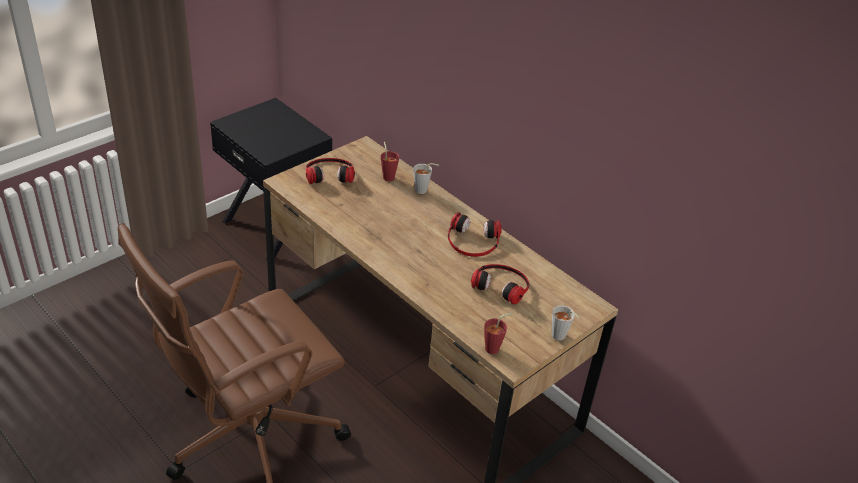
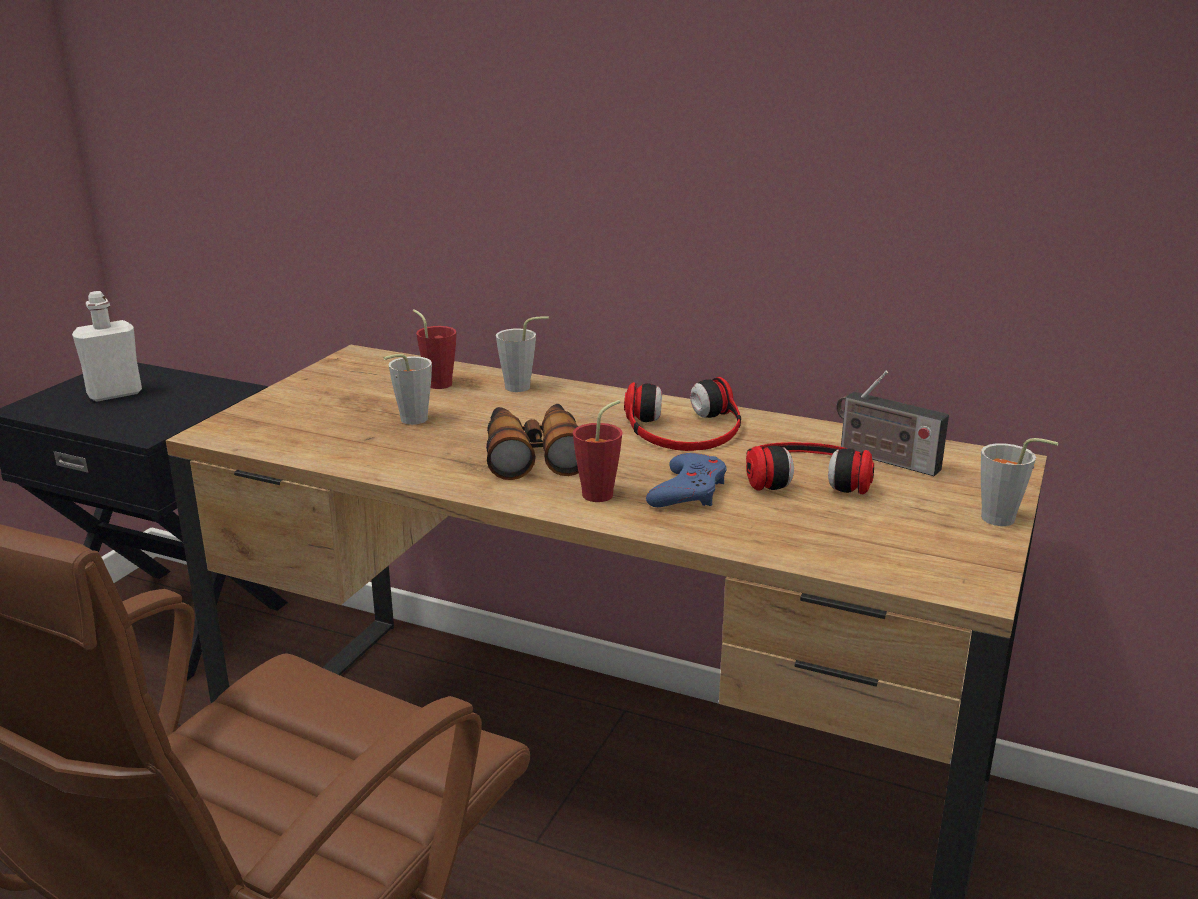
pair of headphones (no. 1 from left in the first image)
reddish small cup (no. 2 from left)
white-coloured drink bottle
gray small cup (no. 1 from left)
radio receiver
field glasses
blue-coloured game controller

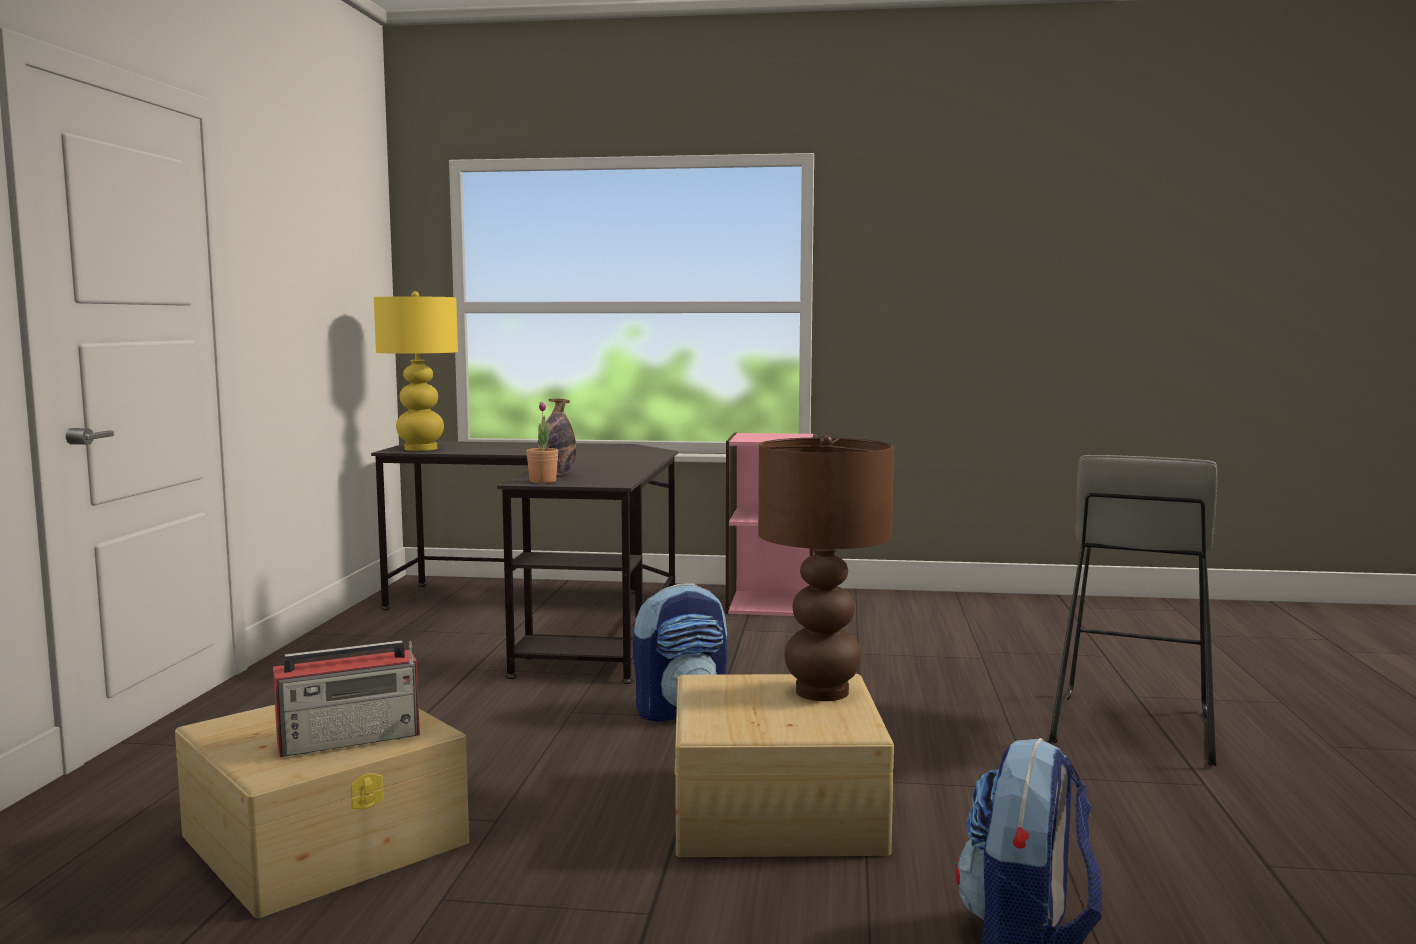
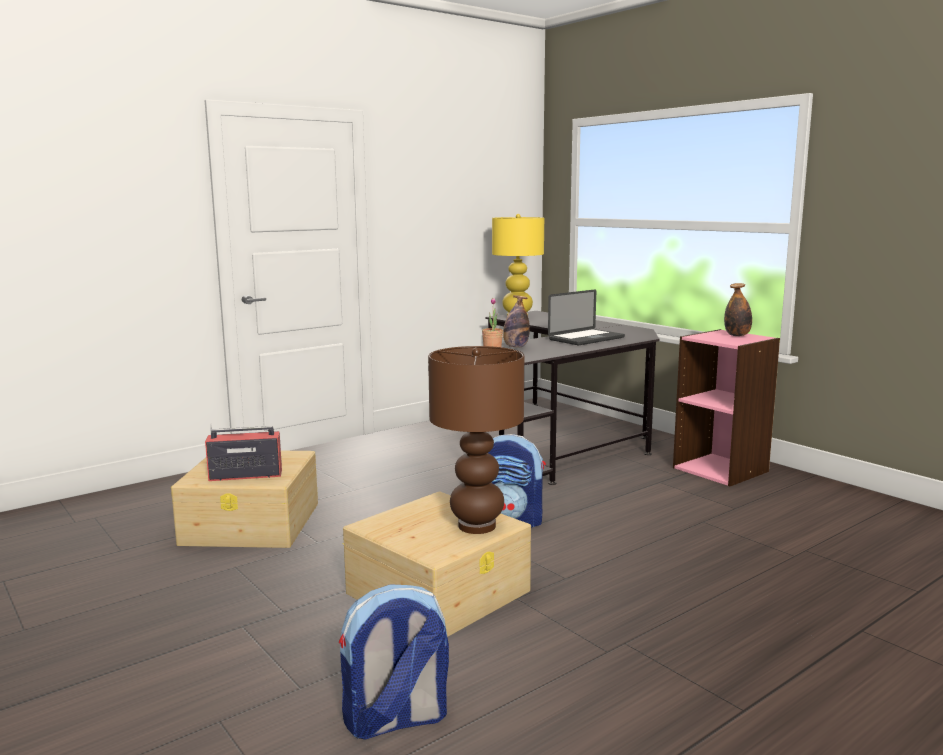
gray sitting stool
radio receiver
drink bottle (no. 2 from left)
laptop

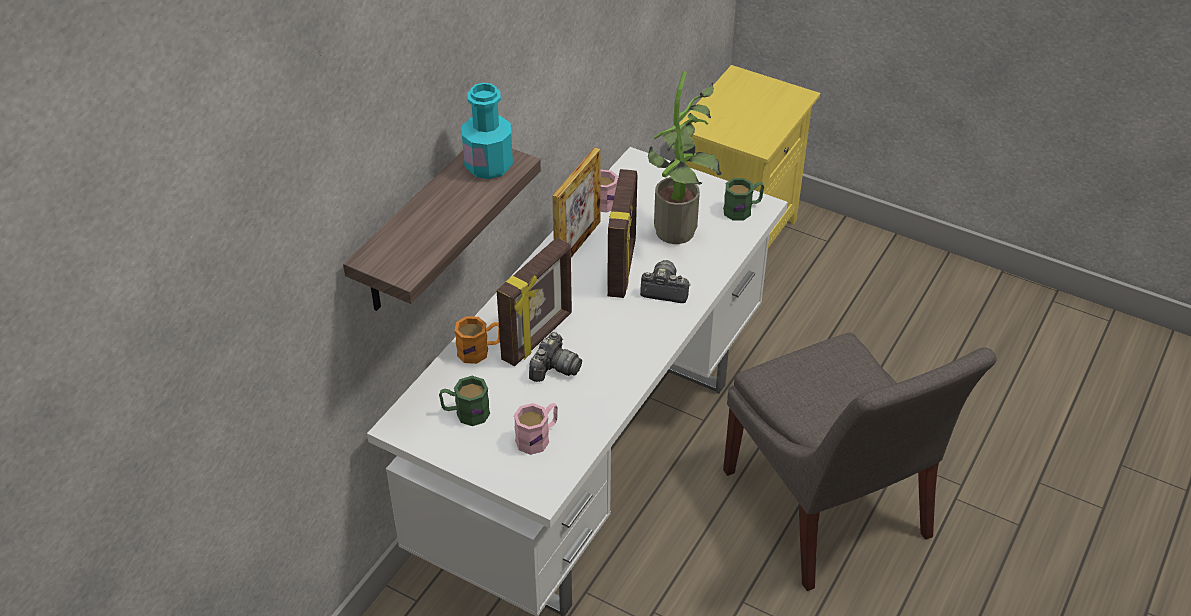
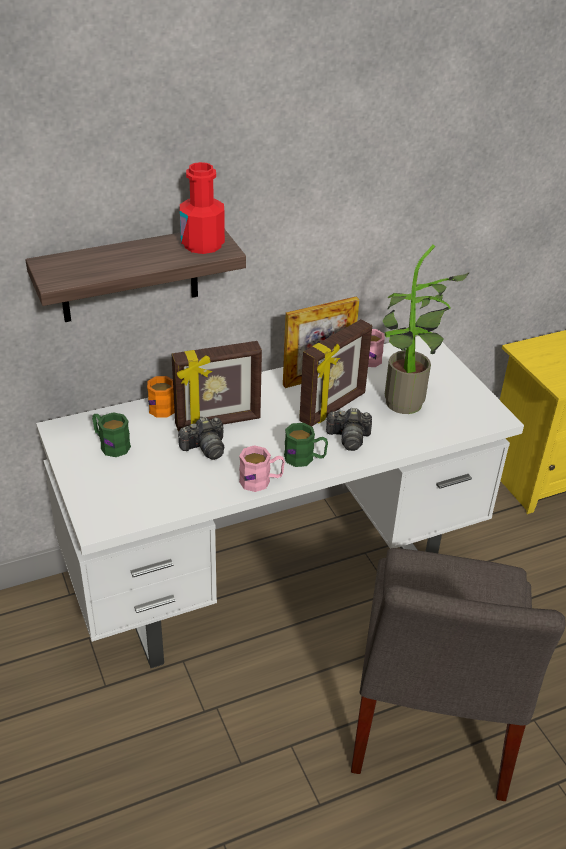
reddish drink bottle
green mug (no. 2 from left)
photo camera (no. 2 from left)
pink-coloured mug (no. 1 from left)

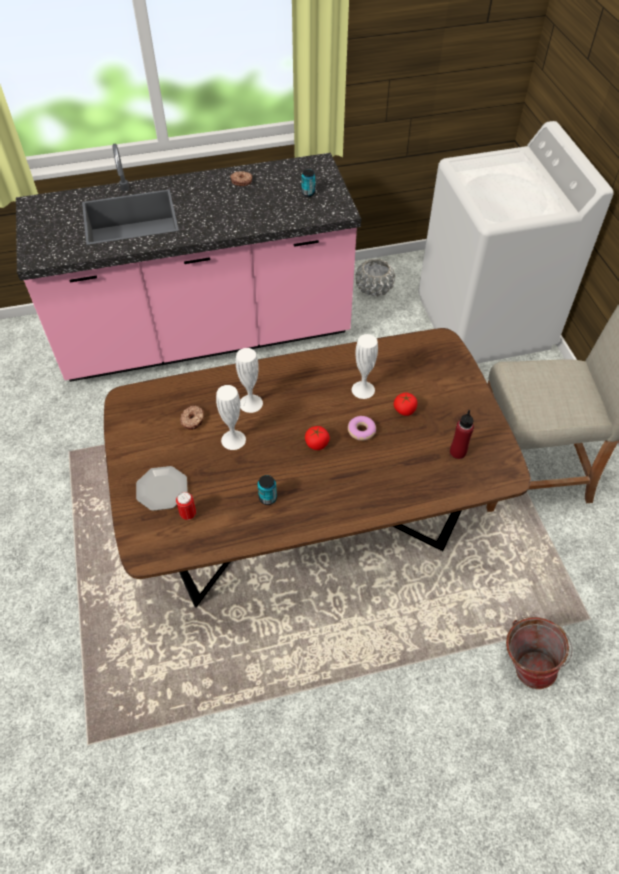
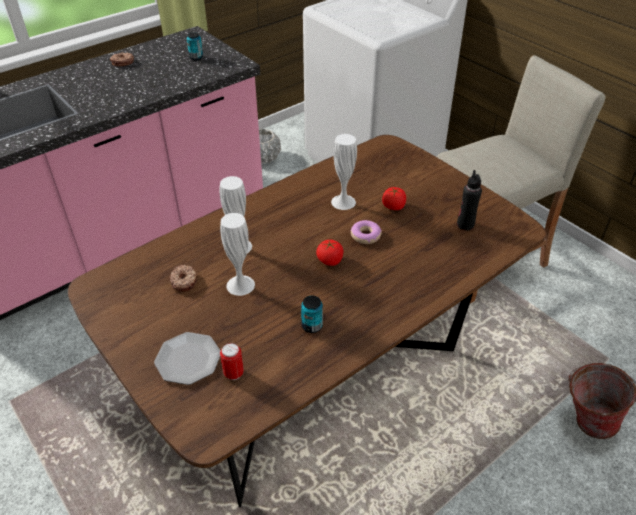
black-coloured drink bottle

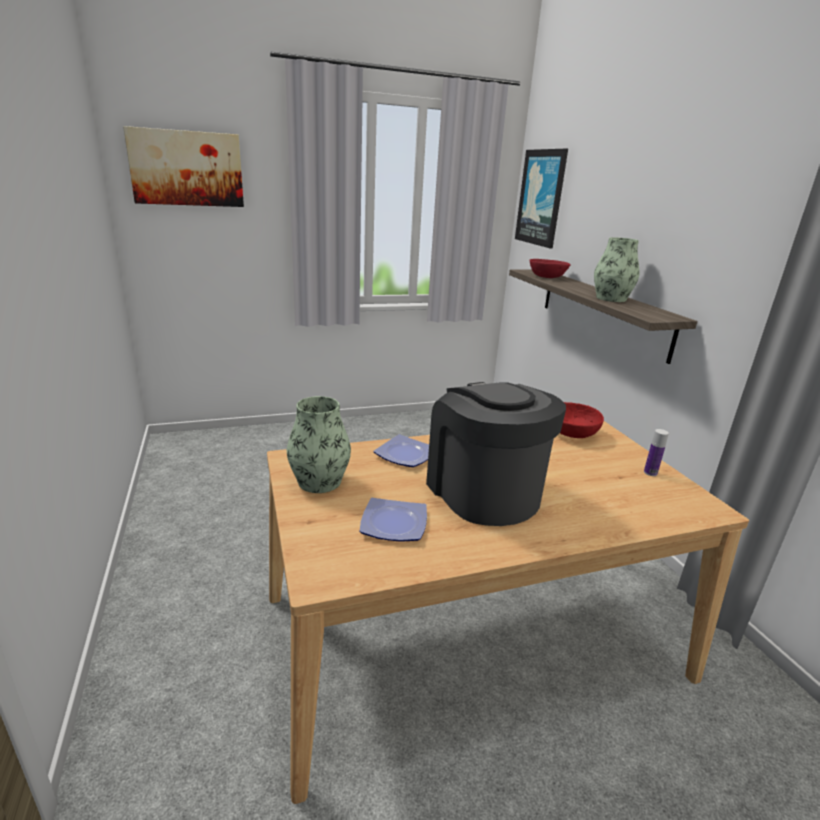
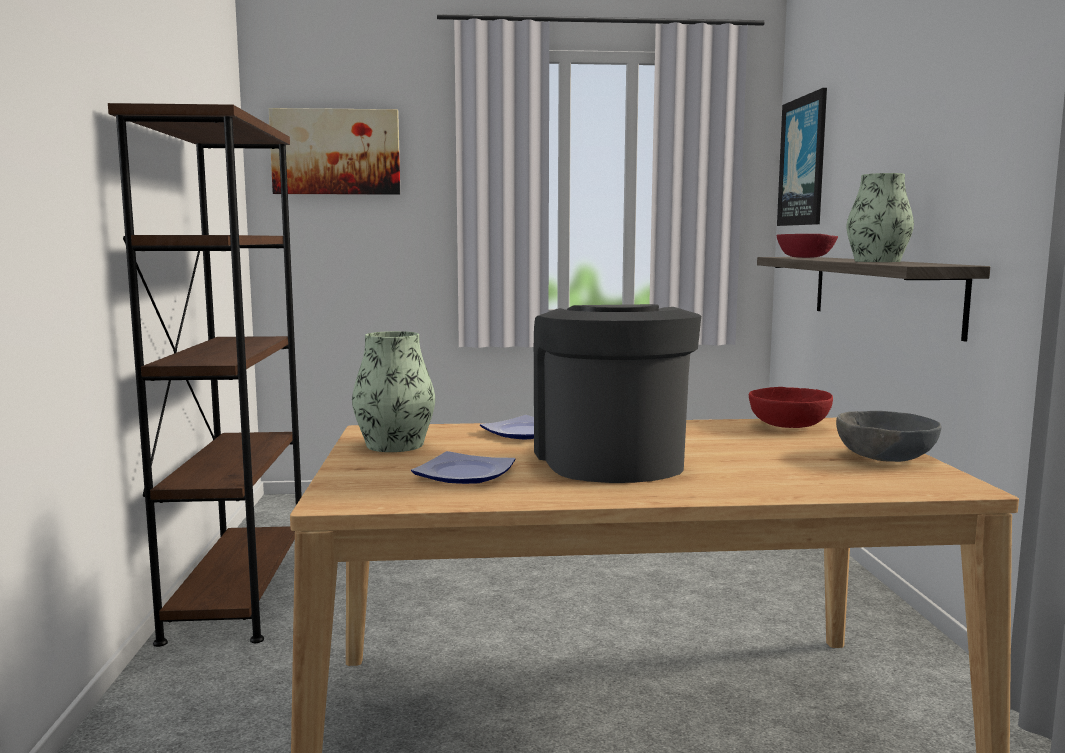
gray bowl
brown shelving unit

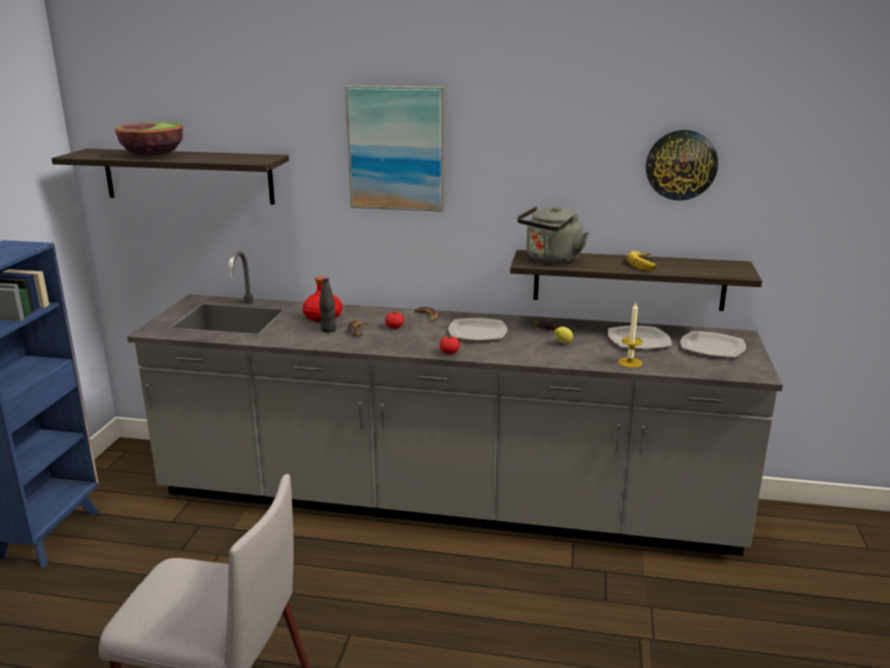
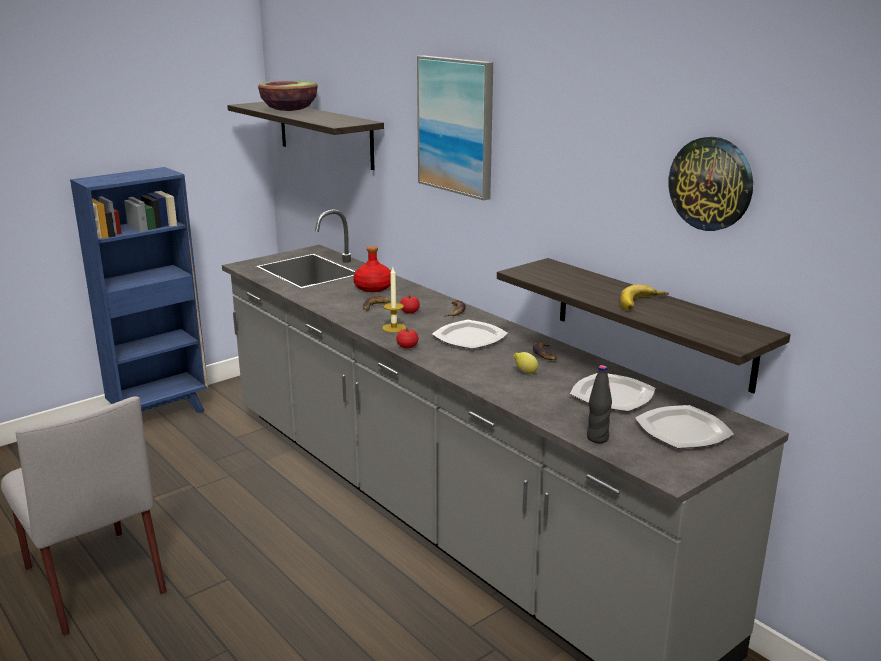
gray water kettle
black-coloured drink bottle
wax candle

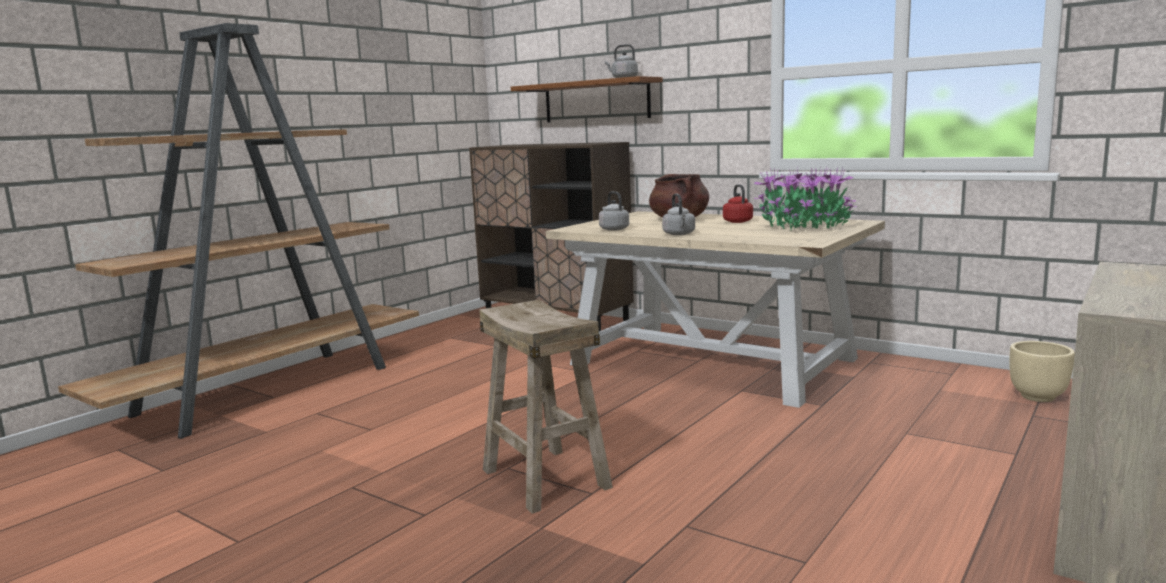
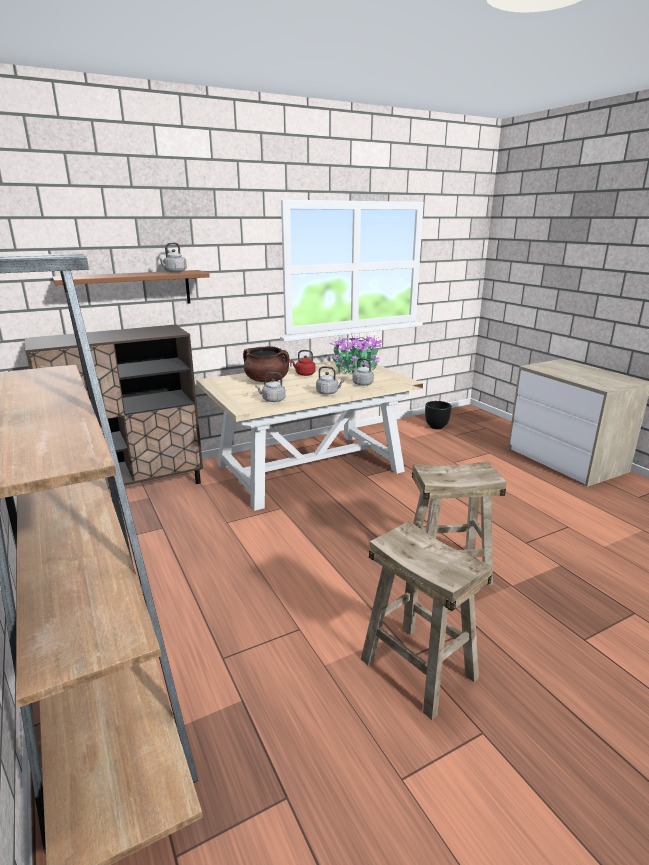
black-coloured plant pot
gray water kettle (no. 4 from left)
sand-coloured sitting stool (no. 1 from left)

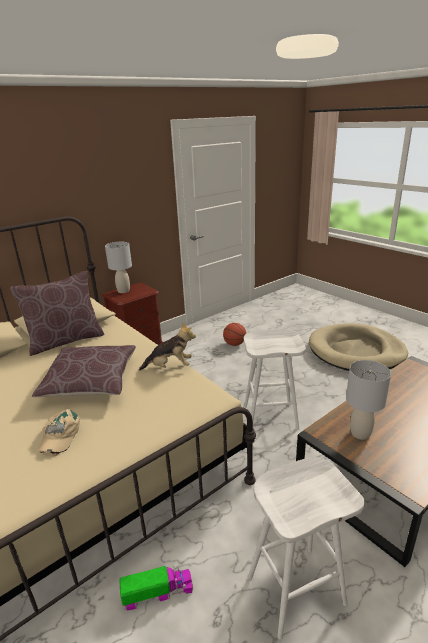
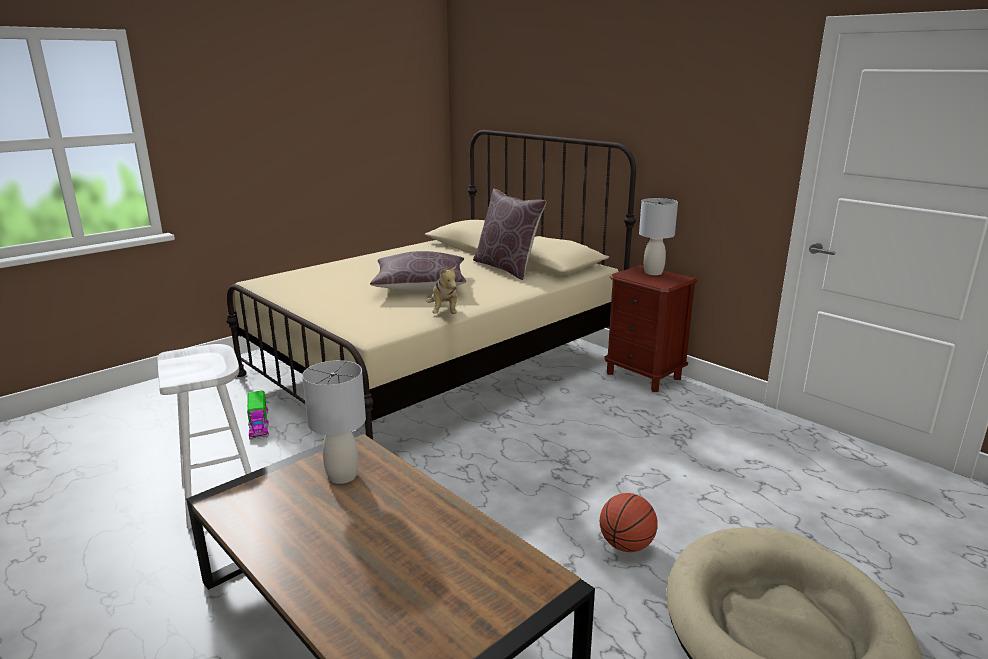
basketball ball
white-coloured sitting stool (no. 1 from left in the first image)
sand-coloured peaked cap

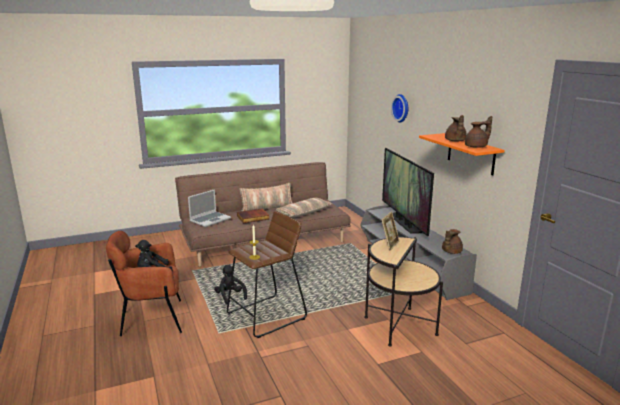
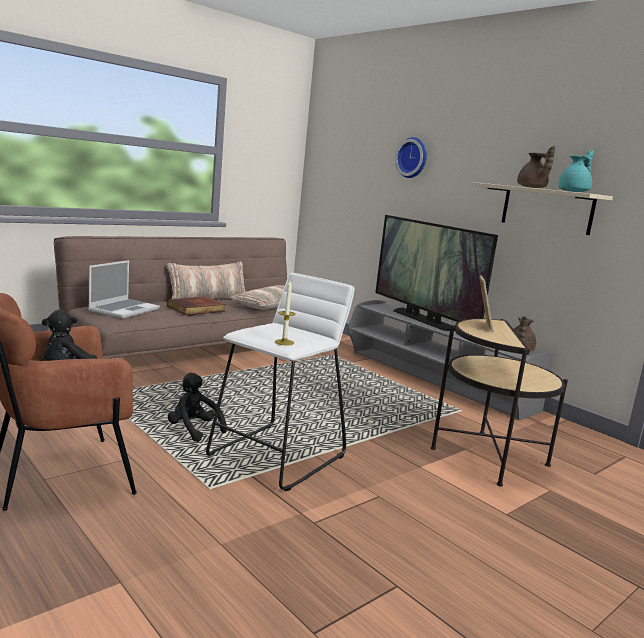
turquoise-coloured pot for tea
sand-coloured bracket shelf
white-coloured sitting stool

